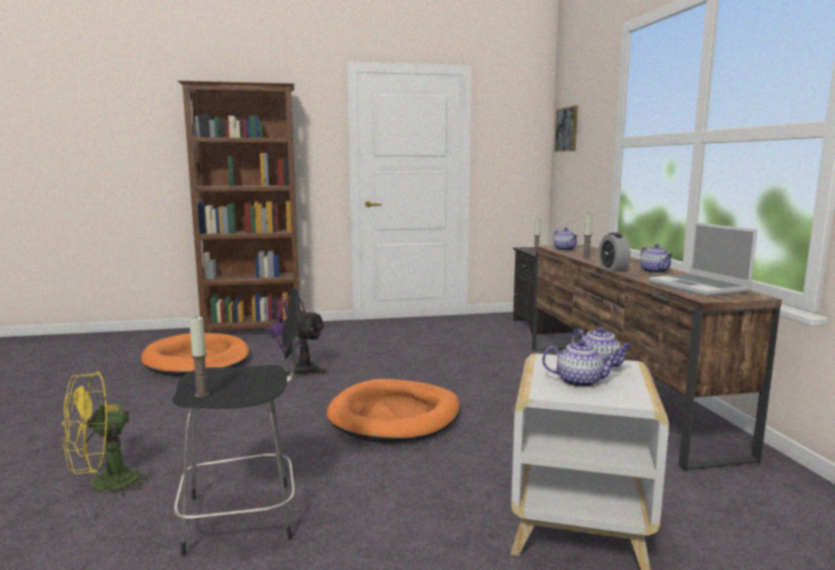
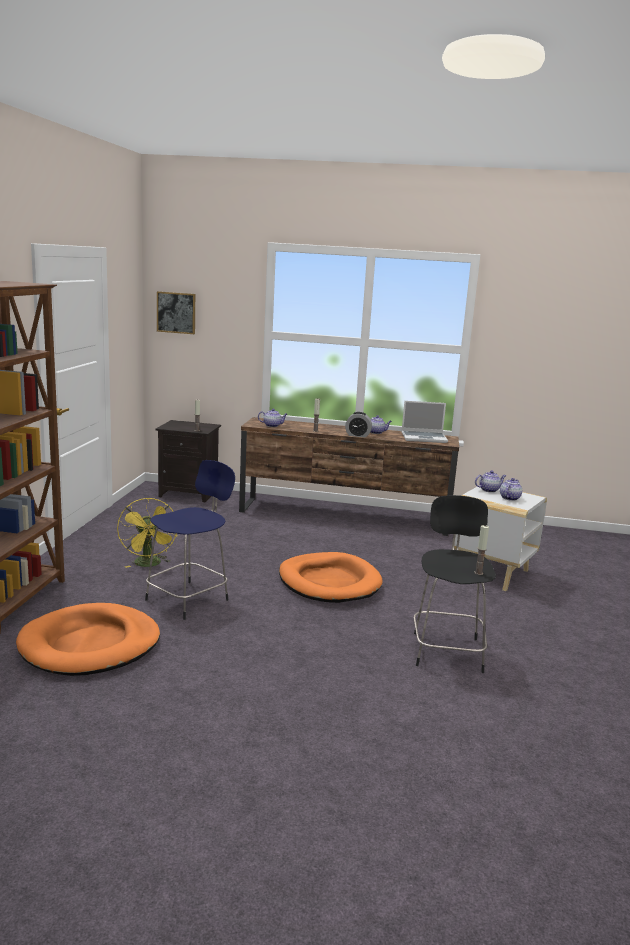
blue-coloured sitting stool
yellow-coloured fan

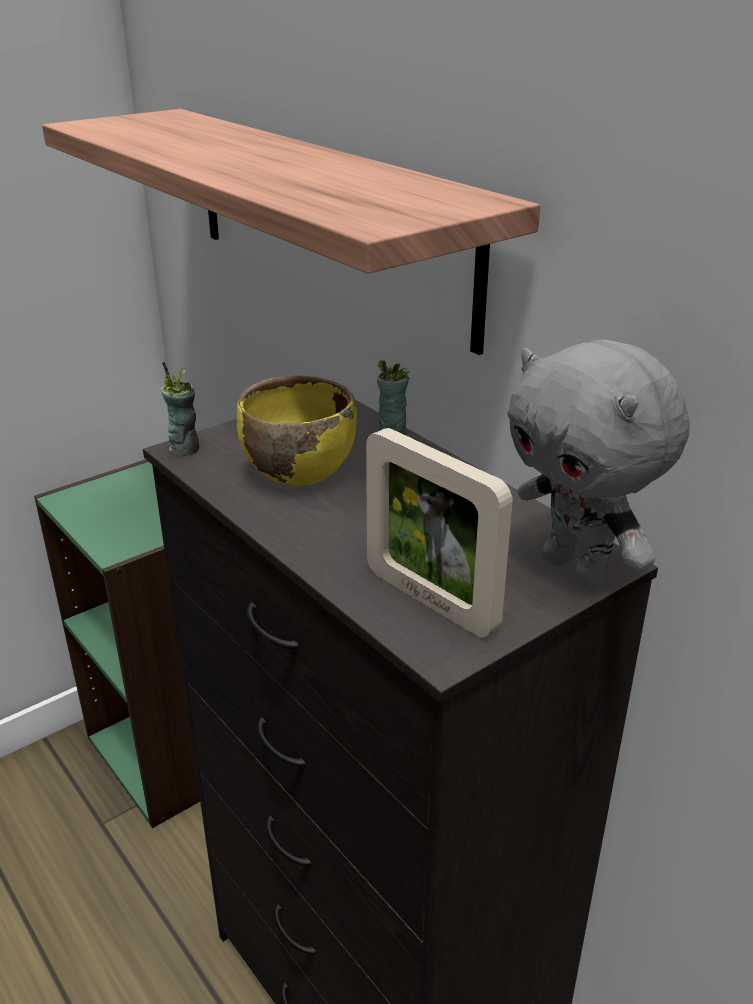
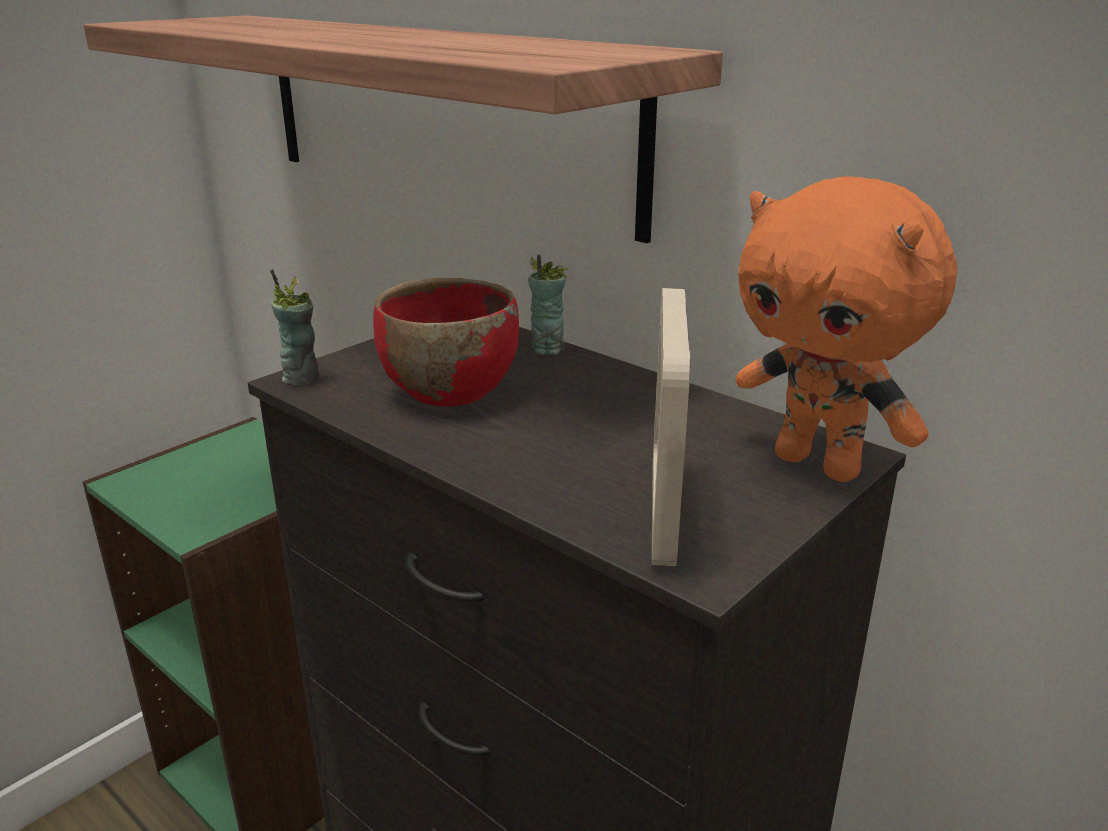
orange-coloured plush toy
reddish bowl
photo frame

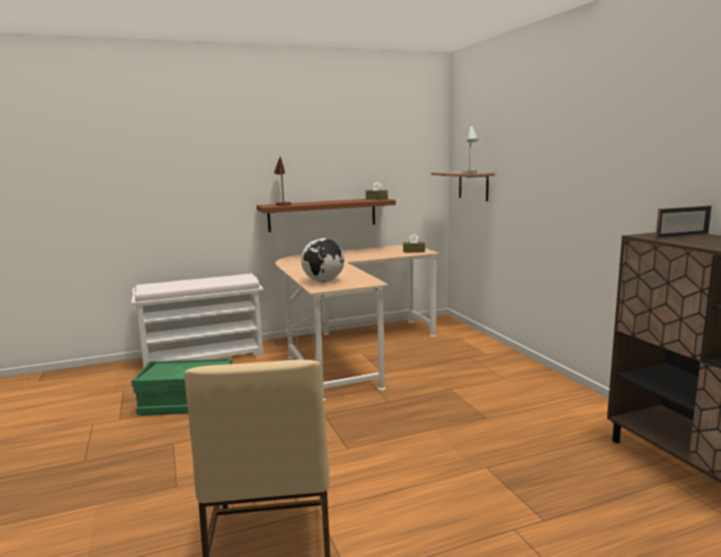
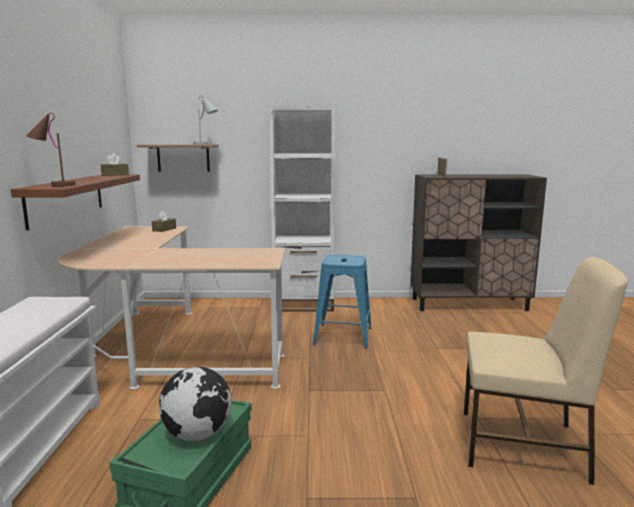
world globe
white-coloured shelving unit
blue-coloured sitting stool

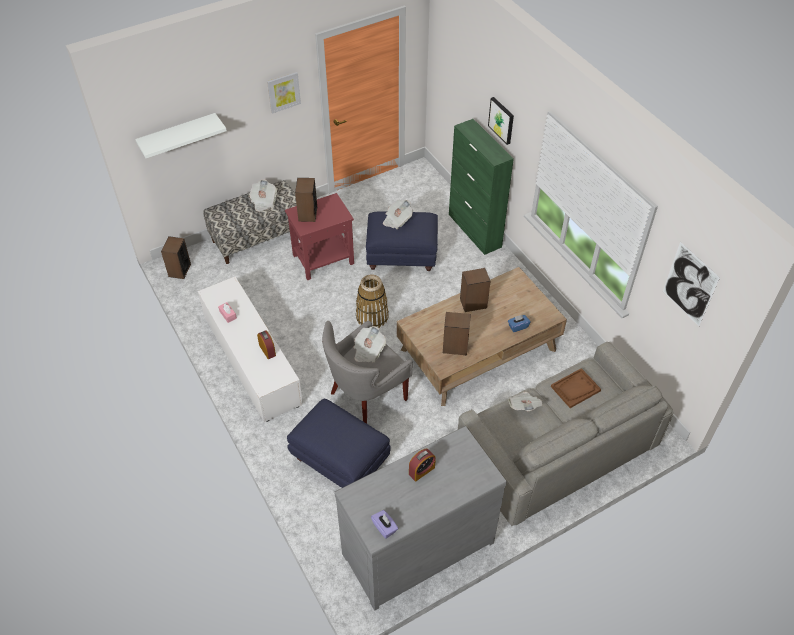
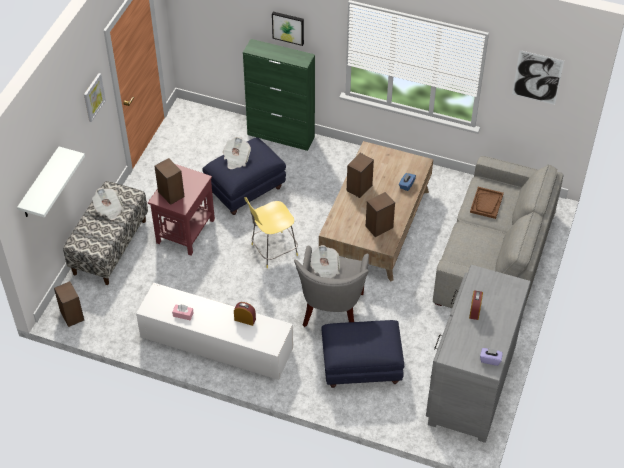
yellow-coloured sitting stool
newspaper (no. 4 from left in the first image)

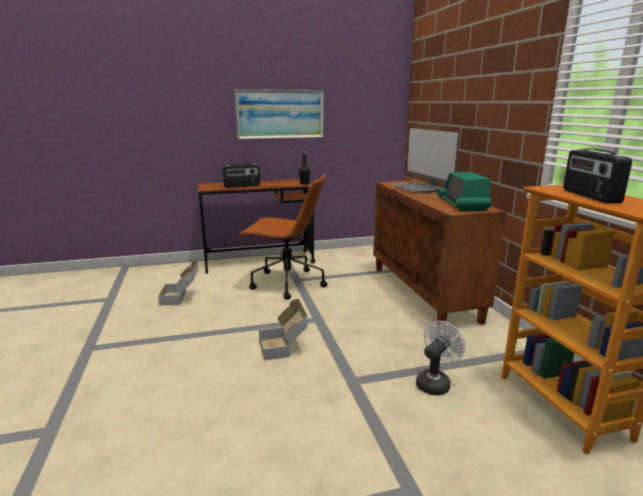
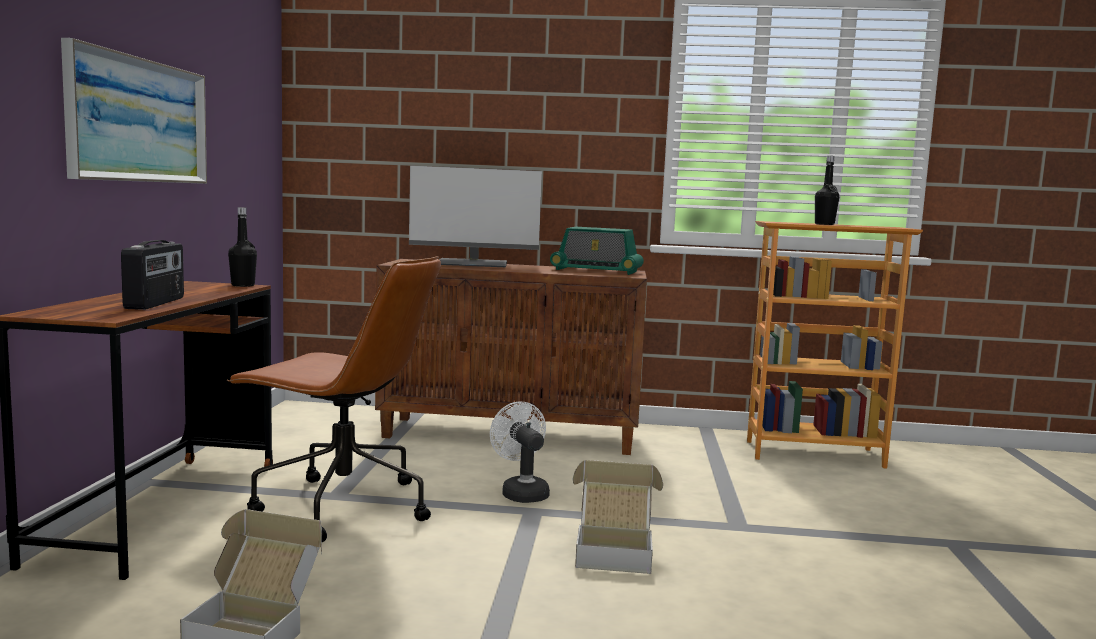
black-coloured drink bottle (no. 2 from left)
brown computer chair
white-coloured fan

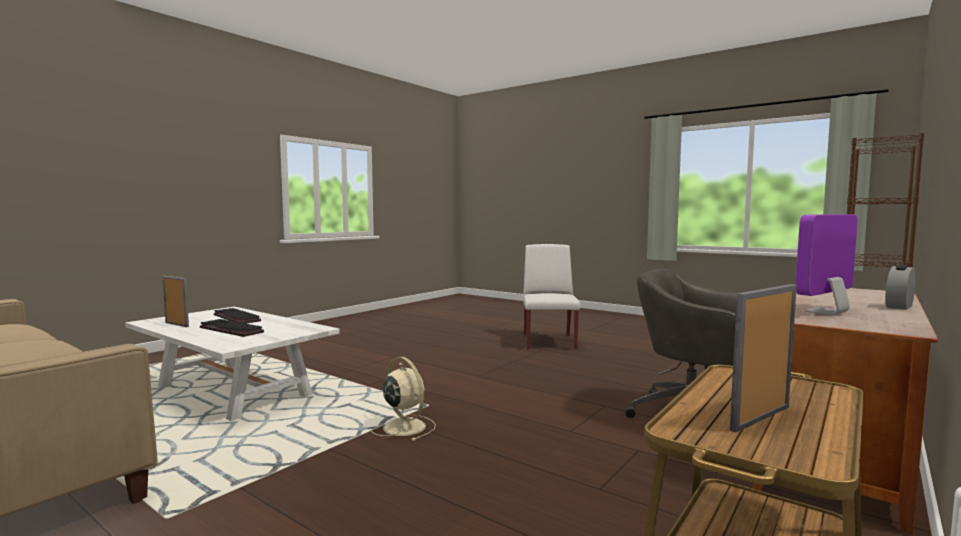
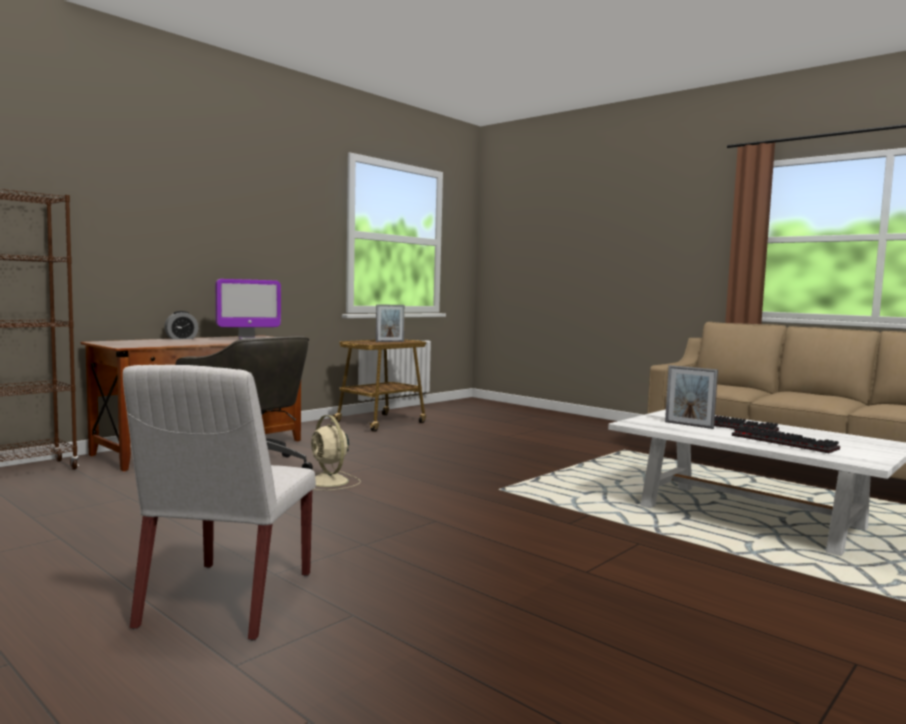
photo frame (no. 2 from left)
sand-coloured fan

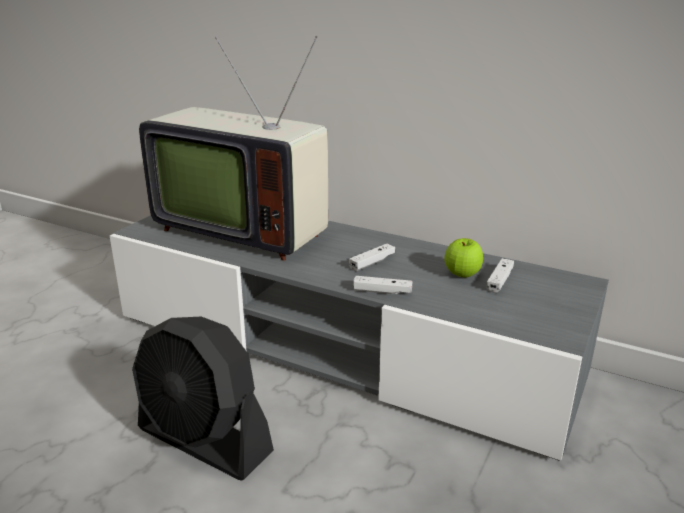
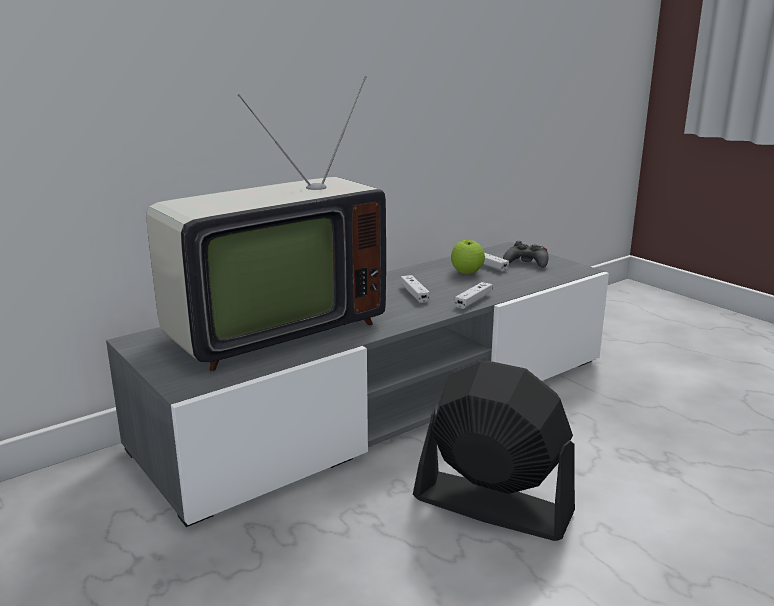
black-coloured fan
black-coloured game controller

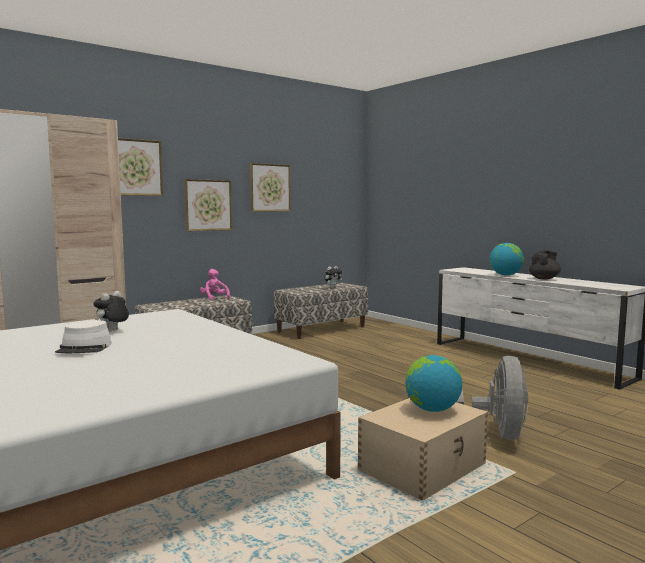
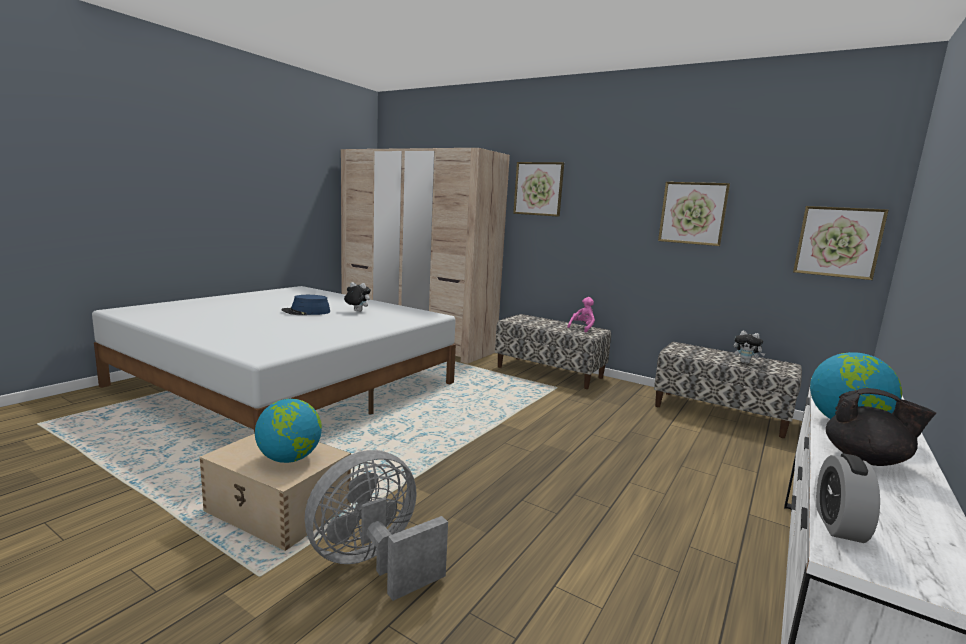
wall picture (no. 3 from left)
blue-coloured wearable hat
gray fan
alarm clock

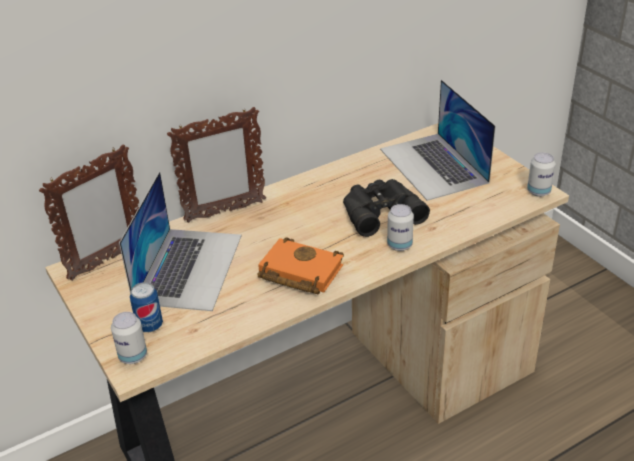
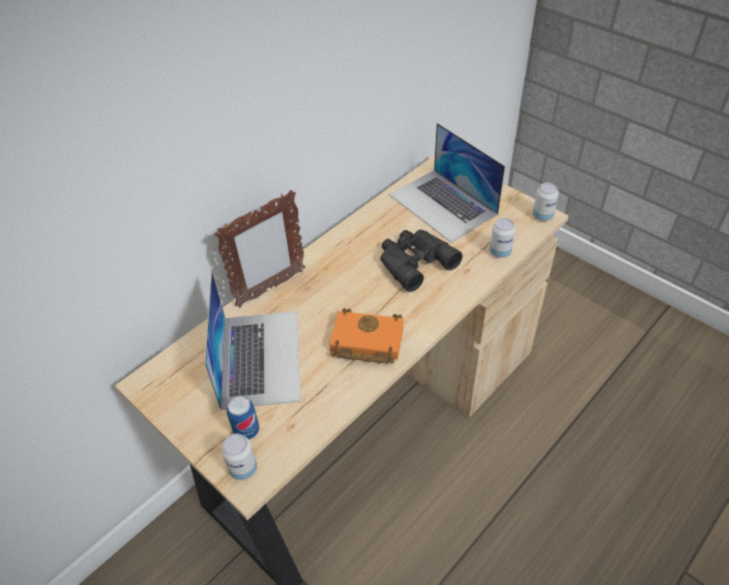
photo frame (no. 1 from left in the first image)
metal can (no. 3 from left)

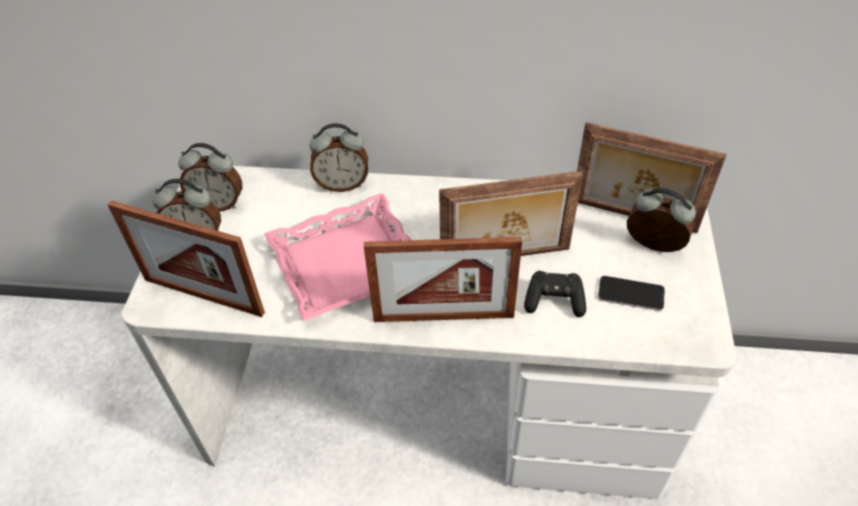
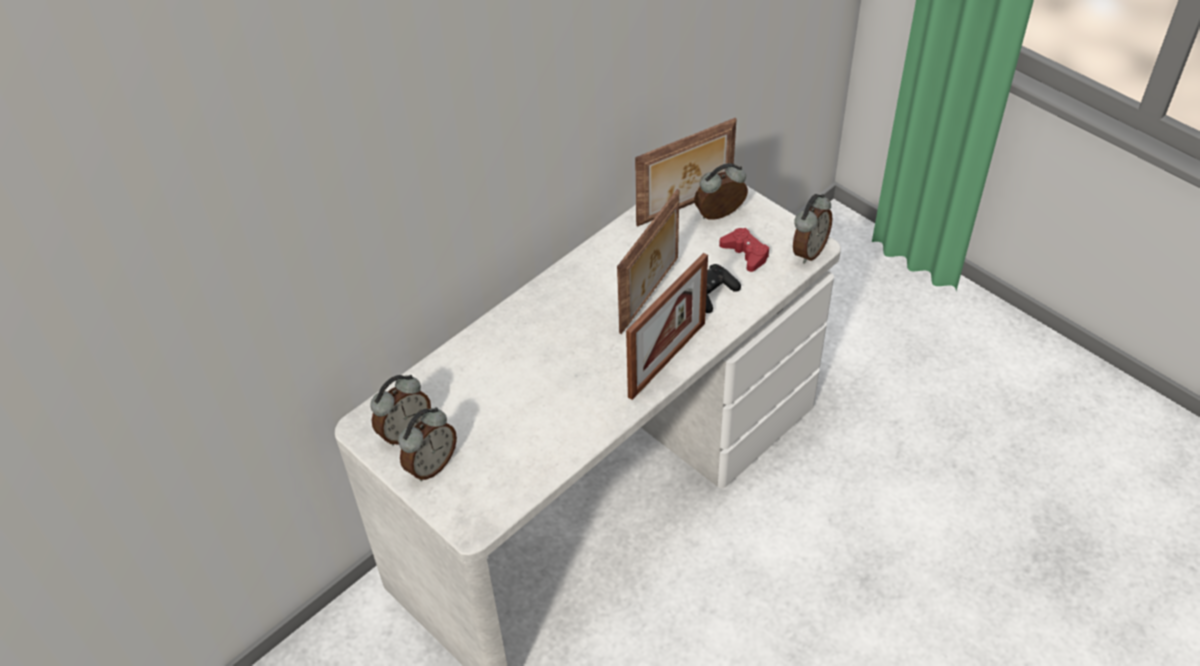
alarm clock (no. 4 from left)
pink-coloured serving tray
photo frame (no. 1 from left in the first image)
reddish game controller

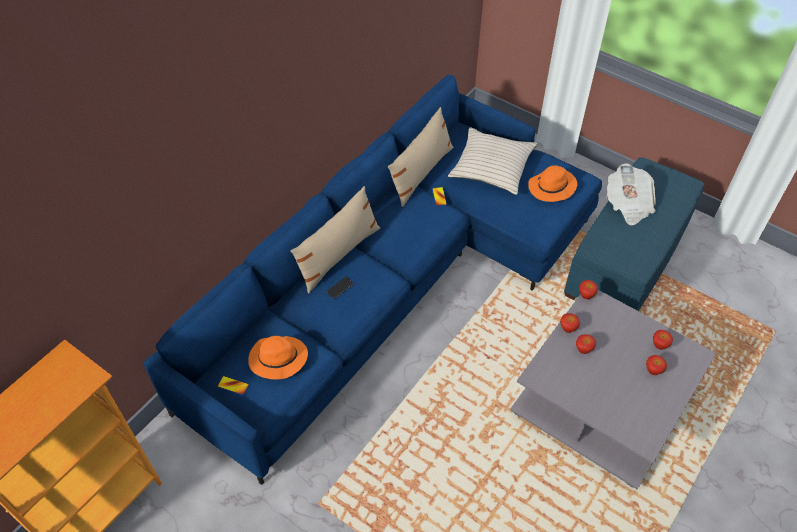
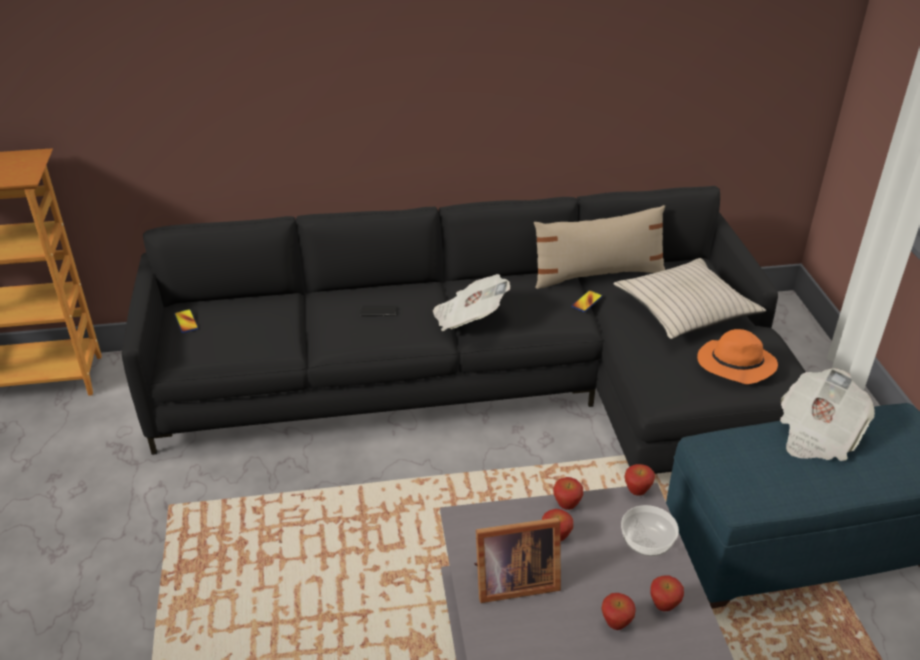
black-coloured couch
sand-coloured cushion (no. 1 from left in the first image)
orange-coloured wearable hat (no. 1 from left in the first image)
newspaper (no. 1 from left)
bowl
photo frame

